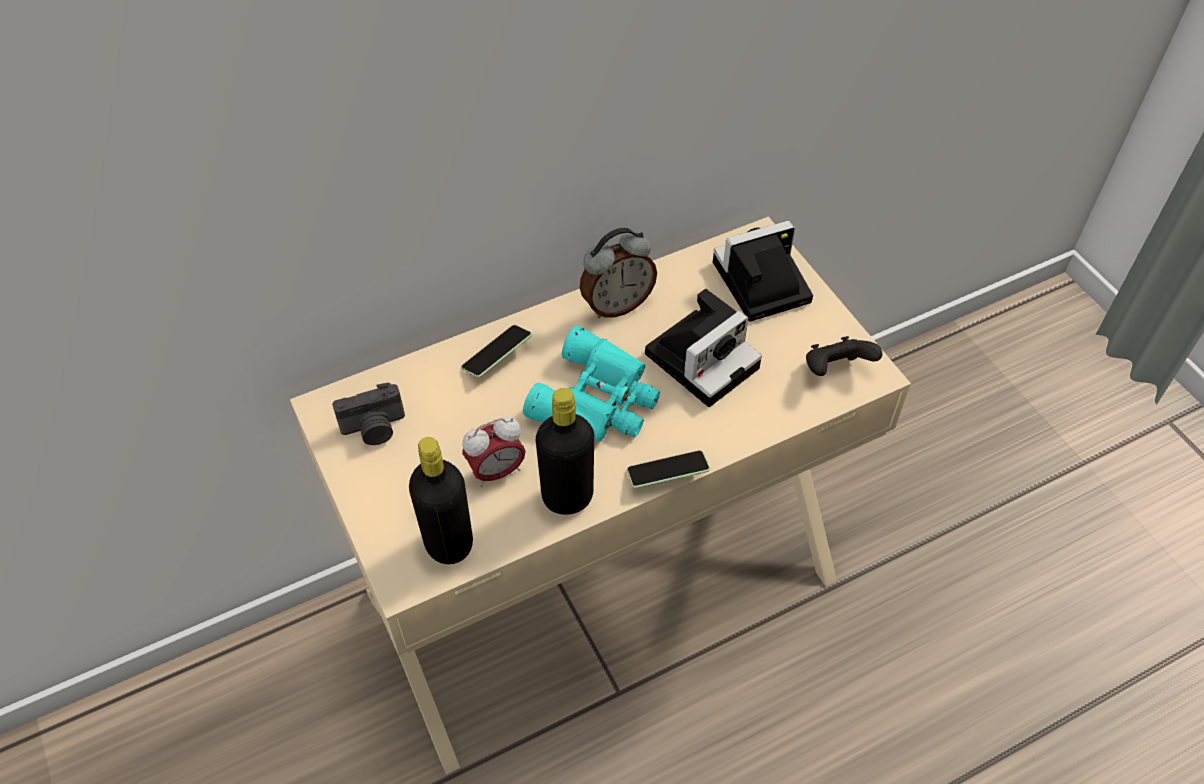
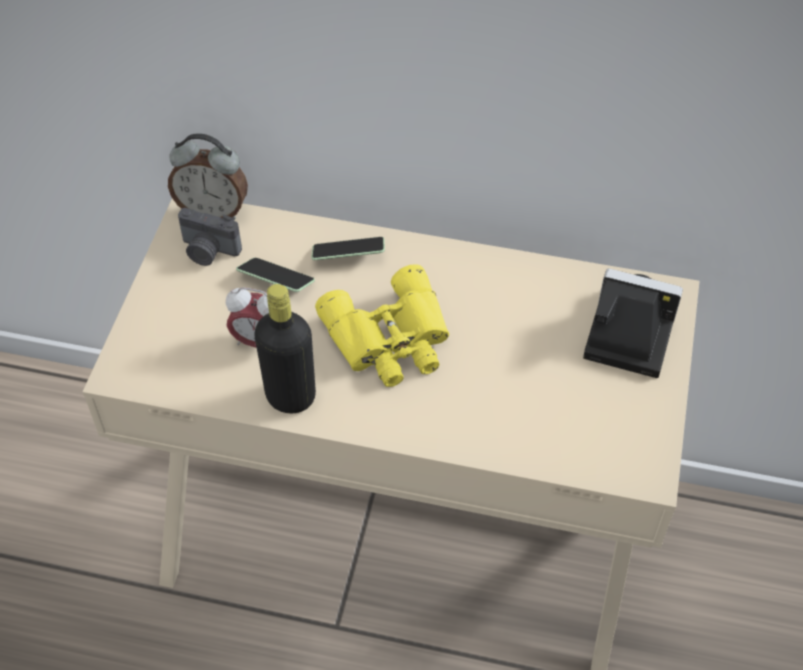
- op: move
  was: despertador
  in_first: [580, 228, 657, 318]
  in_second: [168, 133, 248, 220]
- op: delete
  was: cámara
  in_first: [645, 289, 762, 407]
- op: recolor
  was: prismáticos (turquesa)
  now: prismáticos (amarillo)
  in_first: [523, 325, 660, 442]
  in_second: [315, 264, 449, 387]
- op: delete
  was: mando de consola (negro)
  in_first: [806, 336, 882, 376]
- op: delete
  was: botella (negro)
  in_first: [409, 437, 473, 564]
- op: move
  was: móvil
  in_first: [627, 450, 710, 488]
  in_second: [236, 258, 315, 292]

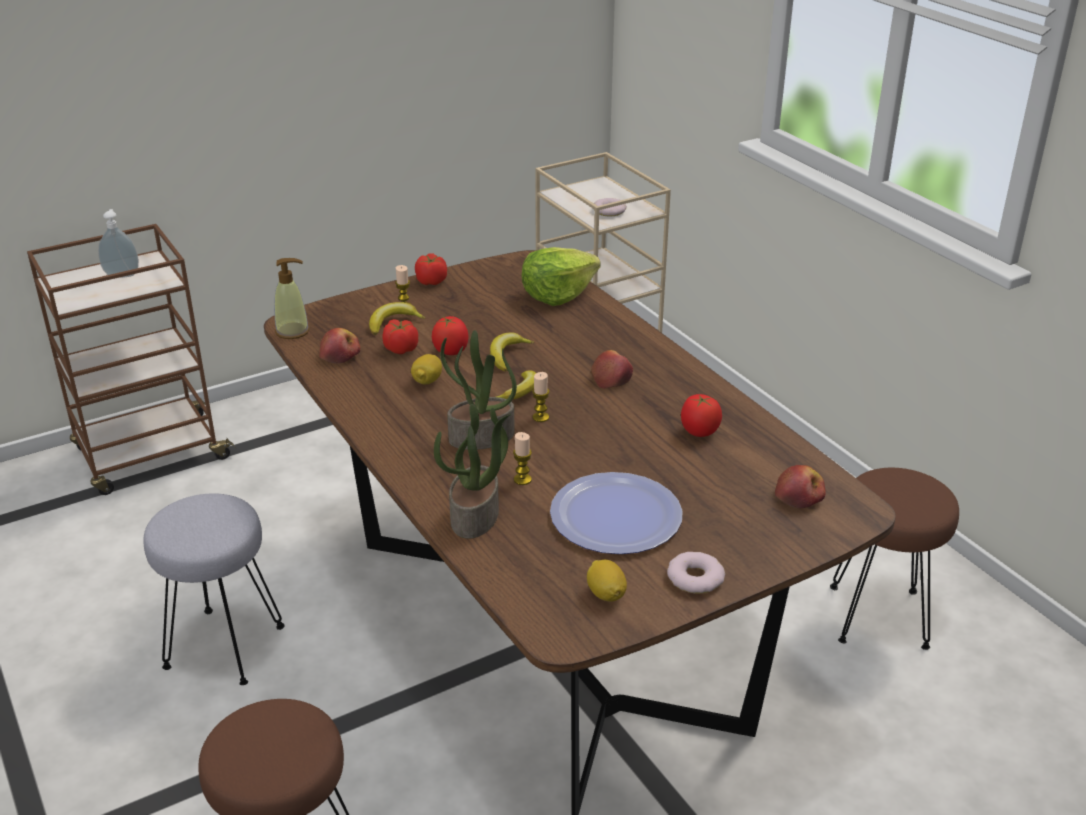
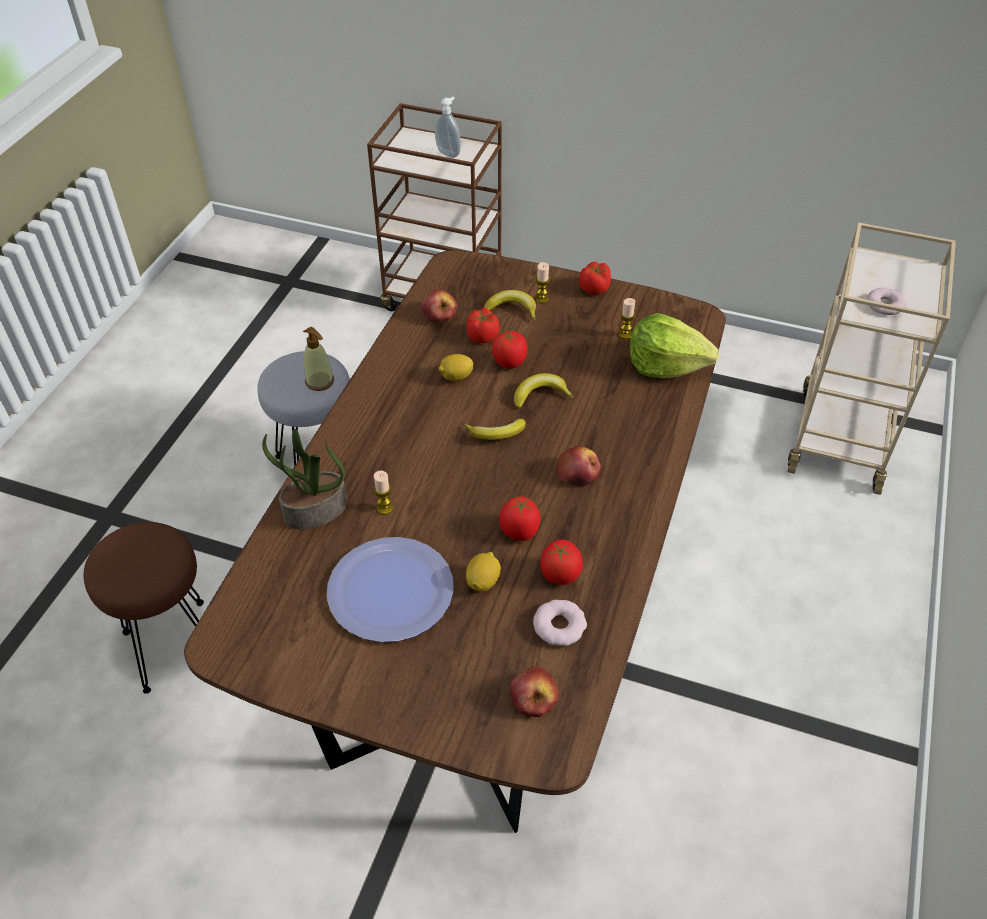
- op: move
  was: dispensador de jabón
  in_first: [274, 258, 310, 339]
  in_second: [303, 326, 334, 391]
- op: delete
  was: planta en maceta
  in_first: [440, 330, 517, 450]
- op: move
  was: vela
  in_first: [532, 372, 549, 422]
  in_second: [618, 298, 635, 339]
- op: delete
  was: taburete (marrón)
  in_first: [830, 468, 959, 650]
- op: move
  was: rosquilla
  in_first: [667, 552, 725, 594]
  in_second: [533, 600, 587, 646]
- op: move
  was: limón
  in_first: [587, 560, 627, 602]
  in_second: [466, 552, 501, 592]
- op: insert
  now: tomate
  in_second: [499, 496, 540, 541]

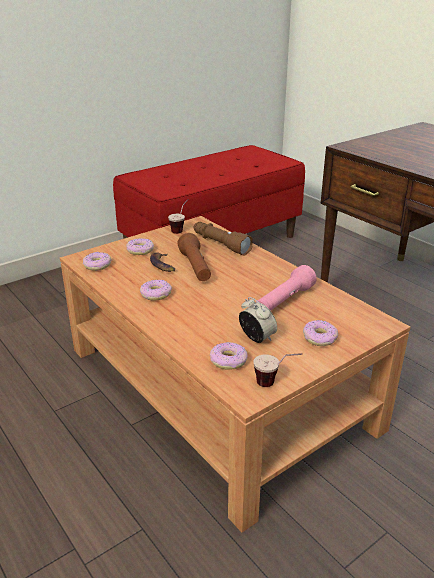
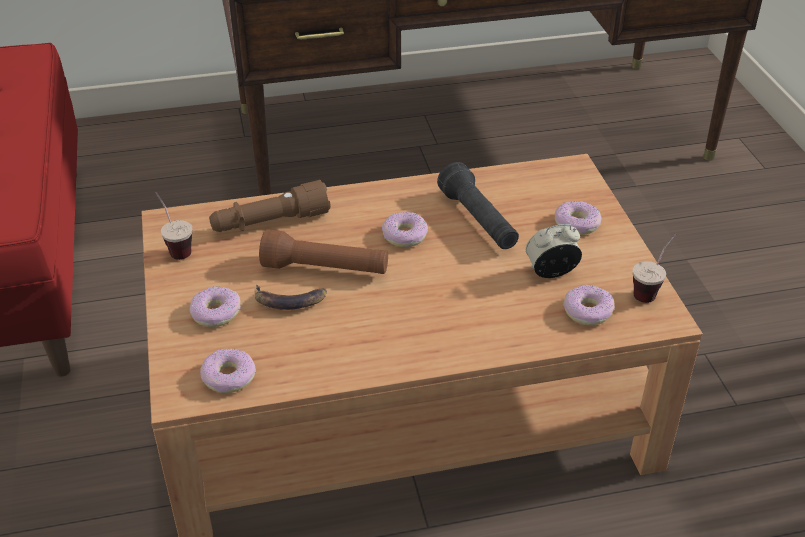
- op: recolor
  was: linterna (rosa)
  now: linterna (negro)
  in_first: [256, 265, 317, 311]
  in_second: [437, 162, 519, 249]
- op: move
  was: rosquilla
  in_first: [140, 280, 172, 300]
  in_second: [382, 212, 428, 247]

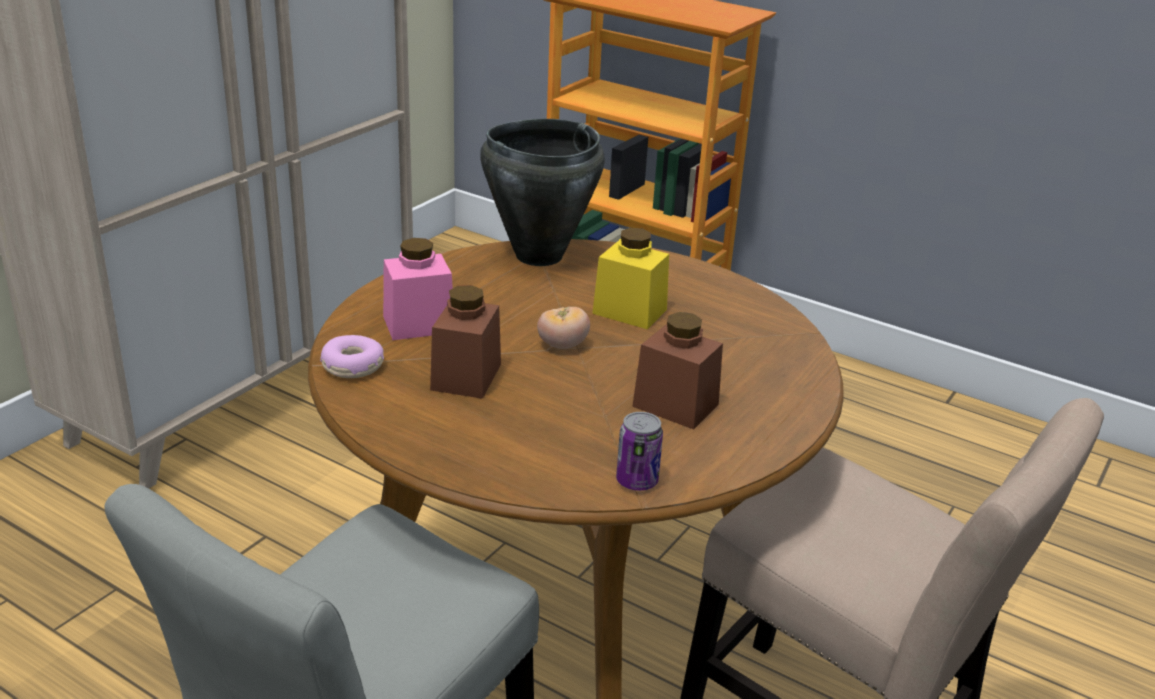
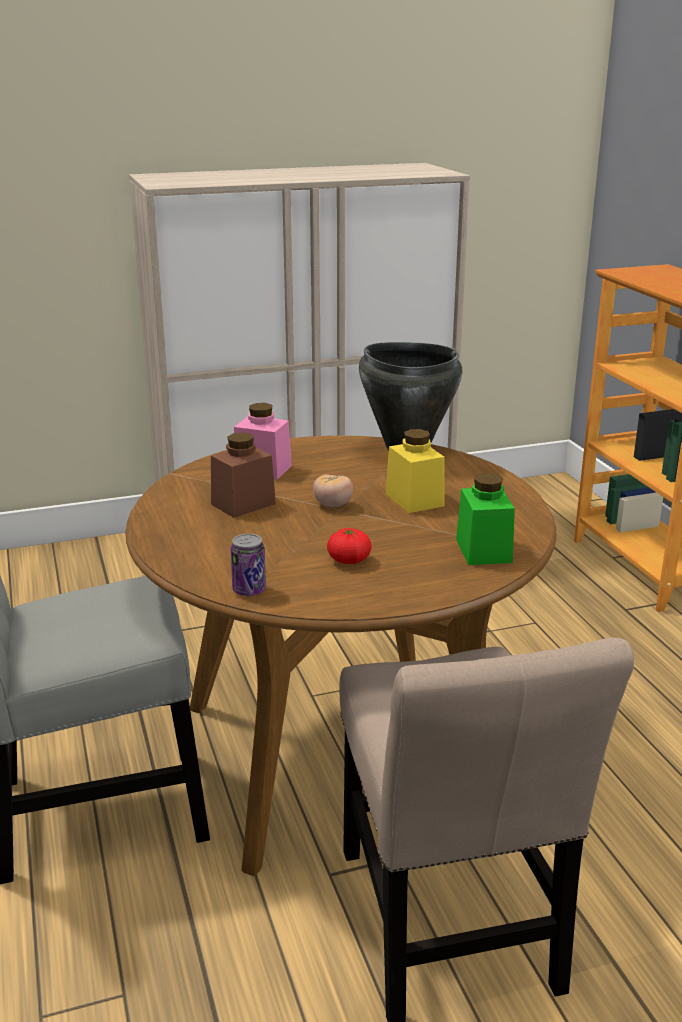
- op: replace
  was: tarro (marrón)
  now: tomate
  in_first: [632, 312, 723, 429]
  in_second: [327, 528, 372, 564]
- op: delete
  was: rosquilla
  in_first: [320, 335, 384, 378]
- op: insert
  now: tarro (verde)
  in_second: [456, 473, 515, 565]

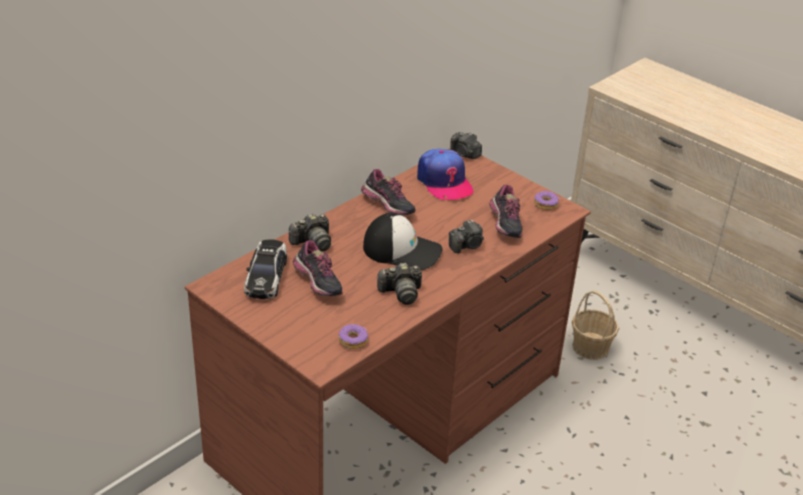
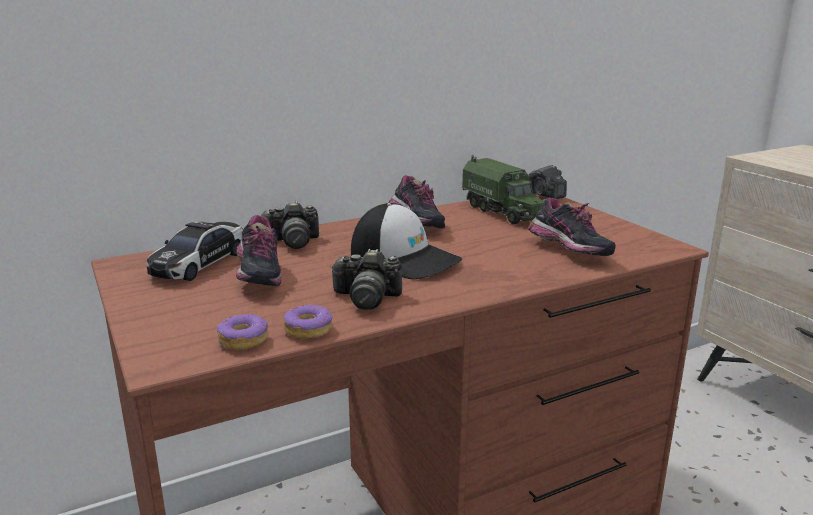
- op: replace
  was: gorra
  now: camión de juguete
  in_first: [417, 149, 474, 200]
  in_second: [461, 155, 546, 224]
- op: rotate
  was: zapato
  in_first: [489, 185, 522, 238]
  in_second: [528, 197, 616, 256]
  clockwise: -45
- op: move
  was: rosquilla
  in_first: [534, 191, 559, 210]
  in_second: [284, 305, 333, 339]
- op: delete
  was: cámara
  in_first: [449, 220, 484, 254]
- op: delete
  was: cesta
  in_first: [572, 290, 619, 360]

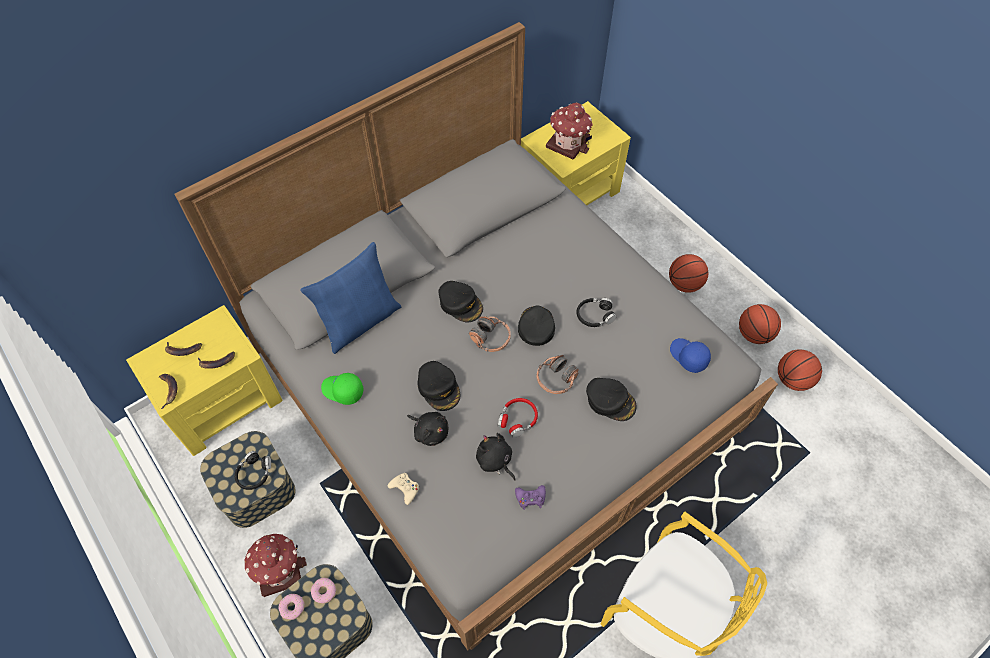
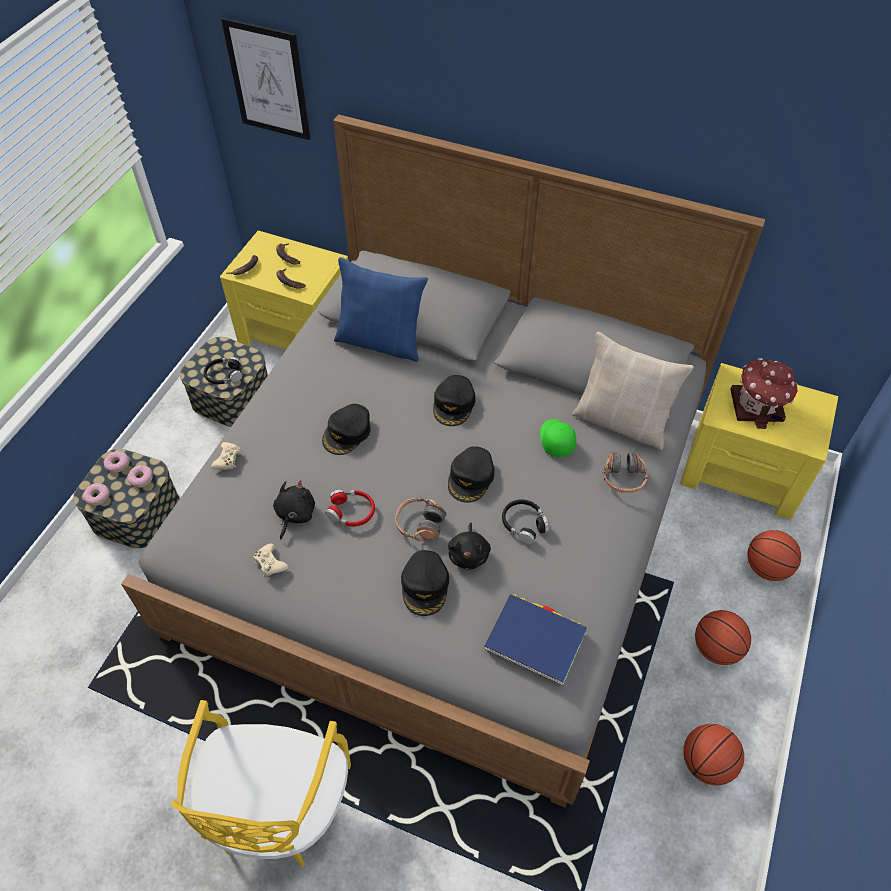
- op: rotate
  was: gorra (negro)
  in_first: [518, 306, 555, 346]
  in_second: [448, 446, 495, 503]
  clockwise: 135
- op: move
  was: auriculares
  in_first: [469, 316, 511, 352]
  in_second: [603, 452, 648, 493]
- op: replace
  was: gorra (azul)
  now: libro (azul)
  in_first: [670, 338, 711, 373]
  in_second: [484, 594, 587, 685]
- op: move
  was: balón de baloncesto
  in_first: [778, 349, 822, 391]
  in_second: [748, 530, 801, 581]
- op: move
  was: gorra (verde)
  in_first: [321, 373, 364, 405]
  in_second: [540, 419, 576, 457]
- op: move
  was: peluche (negro)
  in_first: [407, 412, 448, 446]
  in_second: [448, 523, 491, 570]
- op: recolor
  was: mando de consola (morado)
  now: mando de consola (beis)
  in_first: [515, 485, 546, 510]
  in_second: [253, 543, 288, 577]
- op: delete
  was: casita
  in_first: [245, 534, 307, 597]
- op: insert
  now: cuadro
  in_second: [221, 18, 310, 140]
- op: insert
  now: cojín (beis)
  in_second: [572, 332, 694, 450]
- op: insert
  now: rosquilla
  in_second: [83, 483, 110, 506]

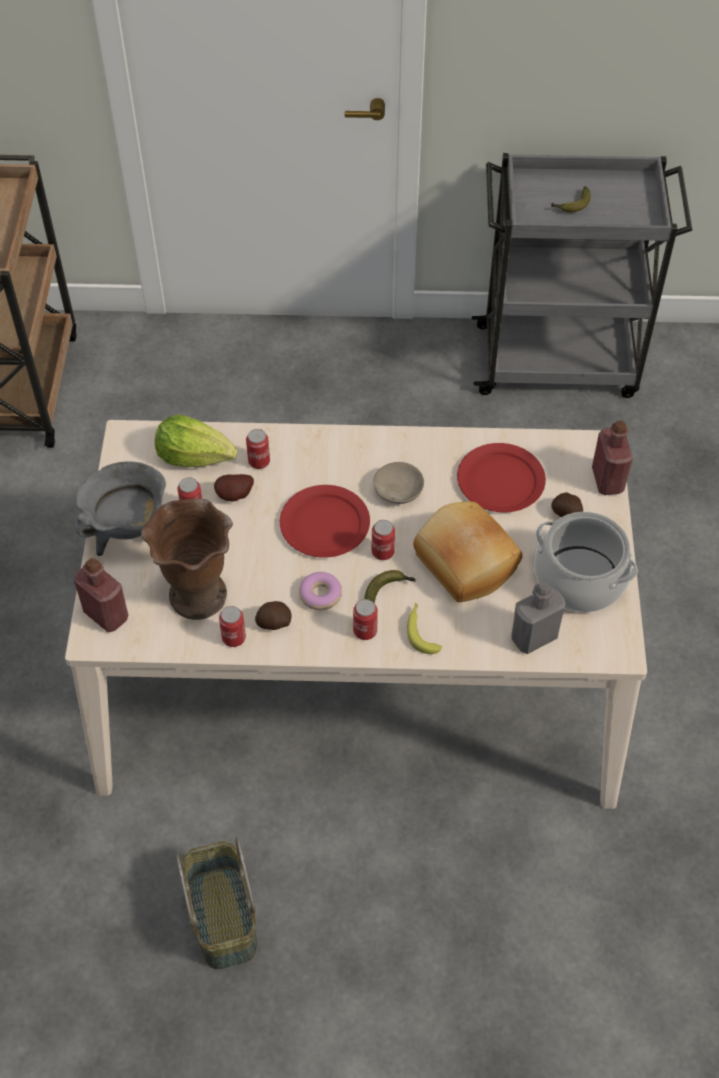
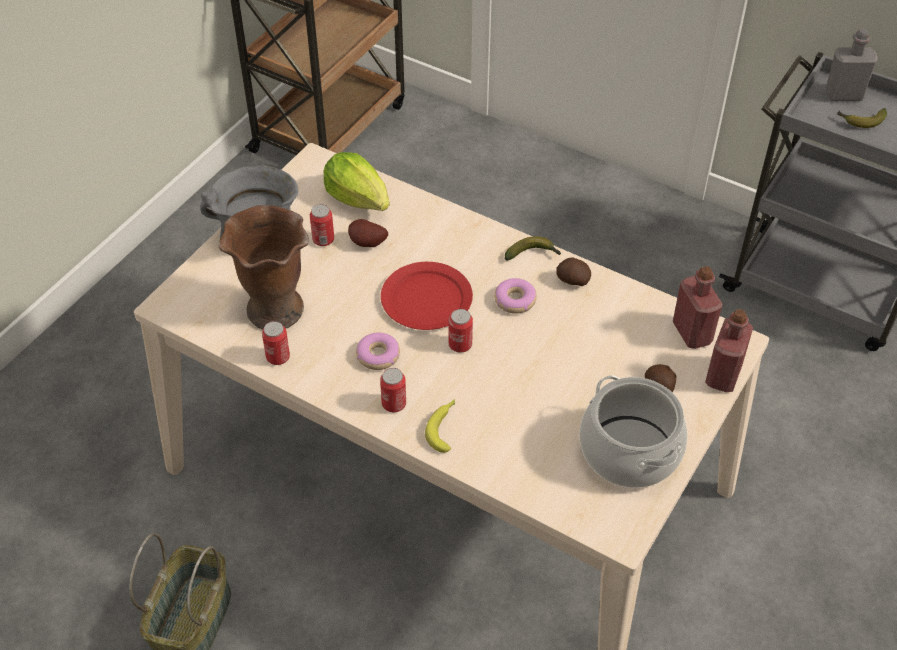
- op: delete
  was: lata
  in_first: [246, 429, 270, 469]
- op: delete
  was: plato (rojo)
  in_first: [457, 443, 546, 513]
- op: replace
  was: cuenco (beis)
  now: rosquilla
  in_first: [373, 462, 424, 504]
  in_second: [494, 278, 537, 314]
- op: delete
  was: pan
  in_first: [413, 502, 522, 602]
- op: move
  was: botella (rojo)
  in_first: [74, 558, 128, 632]
  in_second: [673, 266, 723, 349]
- op: move
  was: plátano
  in_first: [364, 570, 416, 603]
  in_second: [505, 236, 561, 261]
- op: move
  was: botella (gris)
  in_first: [512, 581, 566, 654]
  in_second: [825, 29, 878, 101]
- op: move
  was: patata
  in_first: [255, 601, 292, 630]
  in_second: [556, 257, 591, 286]

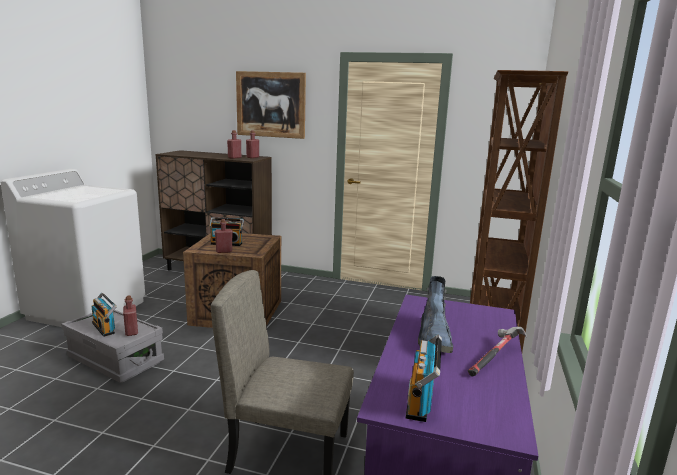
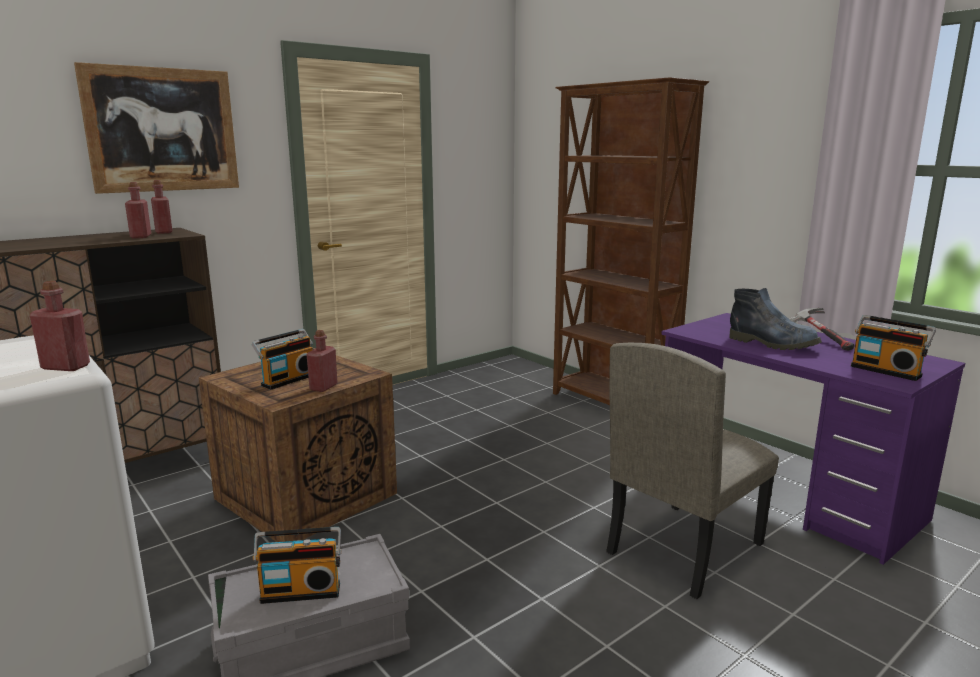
- op: move
  was: botella (rojo)
  in_first: [123, 295, 138, 336]
  in_second: [30, 281, 90, 371]

